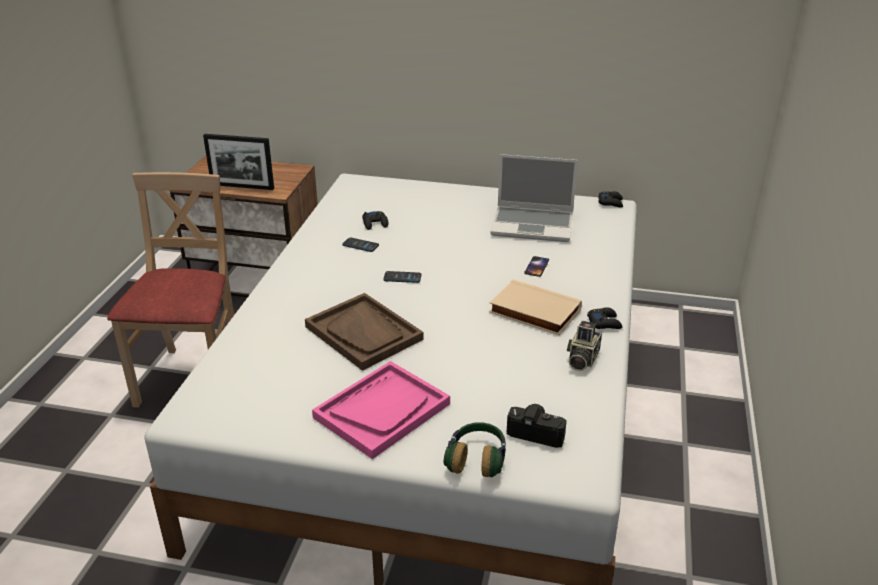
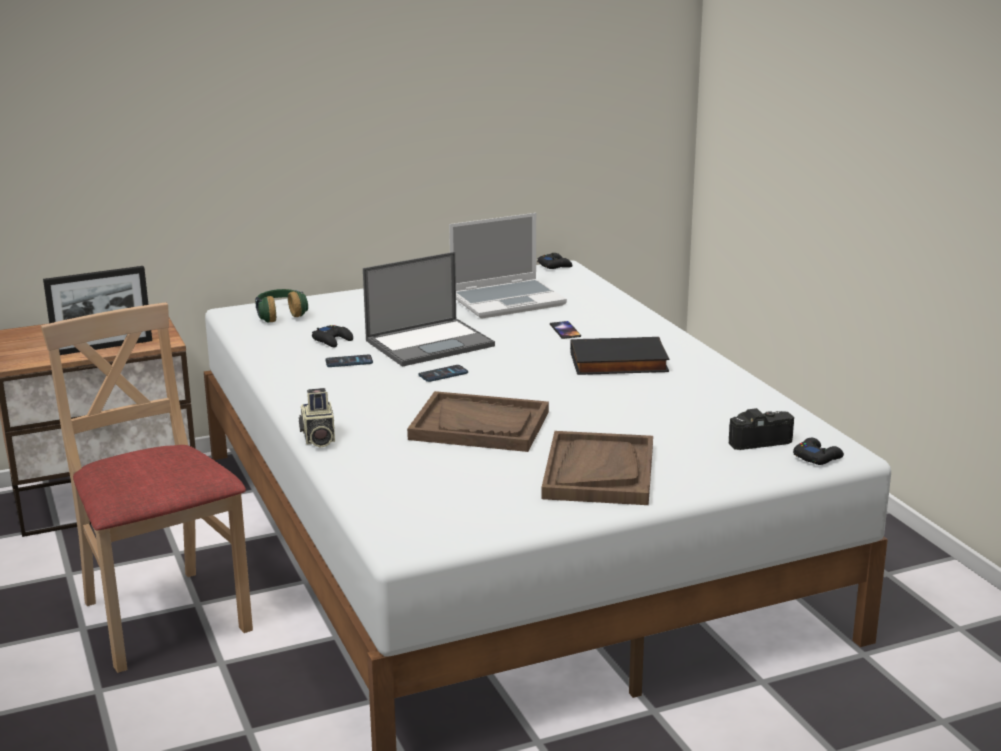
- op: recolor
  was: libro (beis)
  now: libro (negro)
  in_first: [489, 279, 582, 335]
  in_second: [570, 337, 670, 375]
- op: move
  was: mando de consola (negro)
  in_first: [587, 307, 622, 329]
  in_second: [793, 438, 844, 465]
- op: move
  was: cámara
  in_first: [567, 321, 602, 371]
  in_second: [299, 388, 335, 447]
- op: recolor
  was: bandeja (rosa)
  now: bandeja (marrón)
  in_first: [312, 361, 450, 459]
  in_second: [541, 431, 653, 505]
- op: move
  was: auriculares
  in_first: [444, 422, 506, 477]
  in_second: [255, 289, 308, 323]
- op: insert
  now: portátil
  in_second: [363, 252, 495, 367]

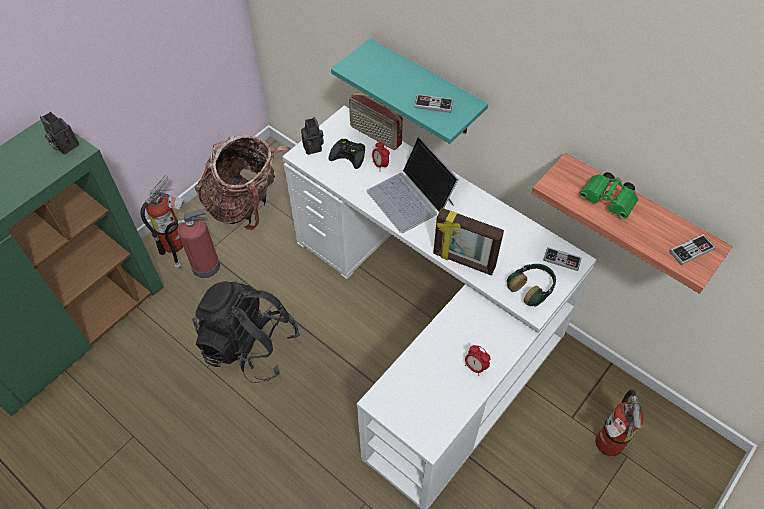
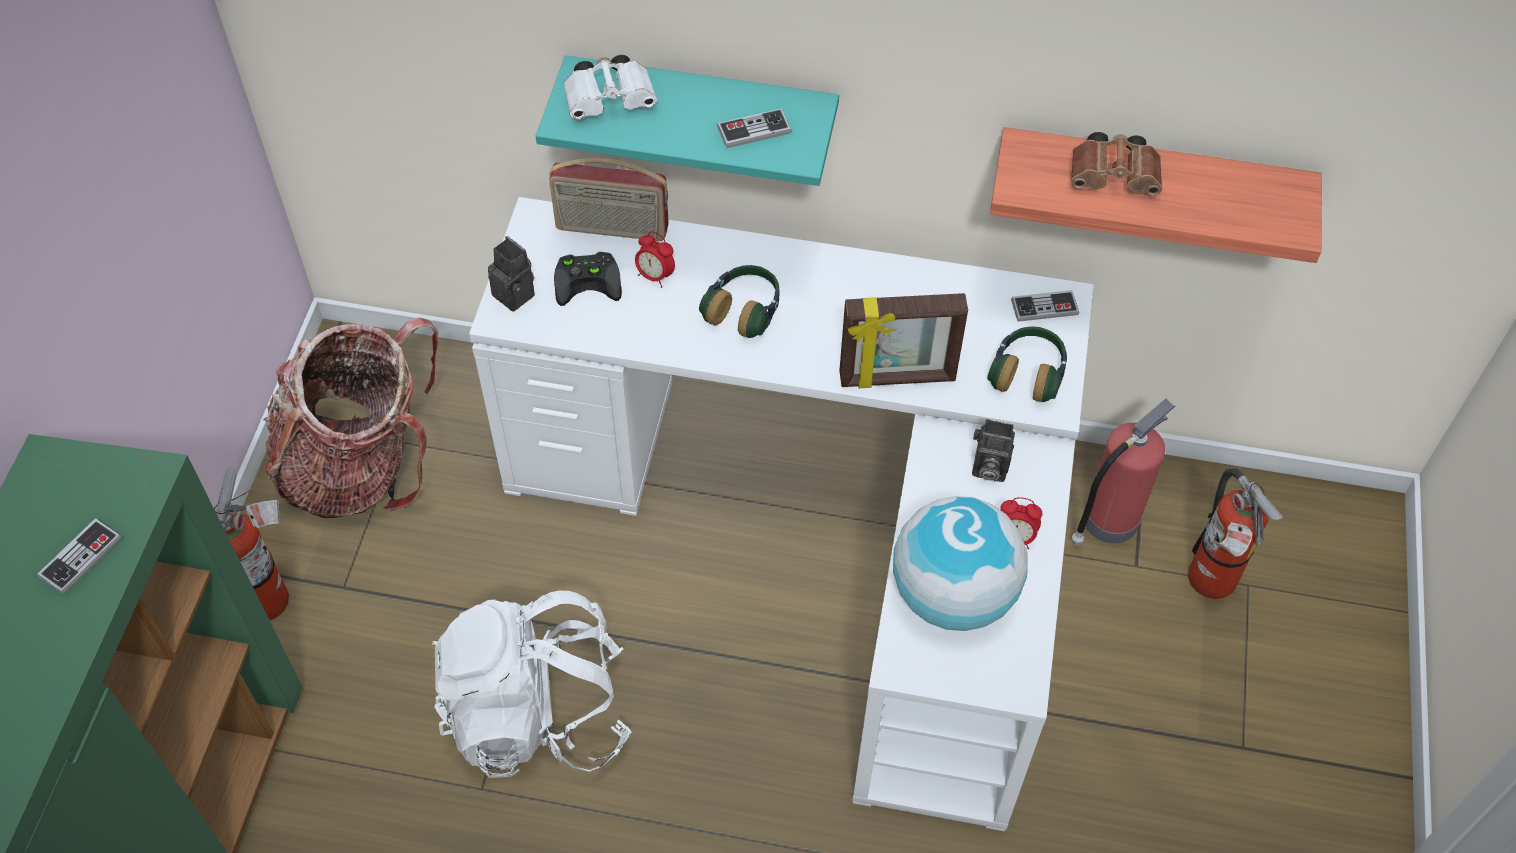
- op: move
  was: cámara
  in_first: [40, 112, 79, 154]
  in_second: [972, 419, 1015, 482]
- op: replace
  was: portátil
  now: auriculares
  in_first: [367, 136, 459, 233]
  in_second: [699, 265, 779, 338]
- op: recolor
  was: prismáticos (verde)
  now: prismáticos (marrón)
  in_first: [579, 172, 638, 219]
  in_second: [1071, 132, 1162, 196]
- op: move
  was: extintor
  in_first: [165, 209, 220, 278]
  in_second: [1072, 399, 1175, 546]
- op: move
  was: mando de consola
  in_first: [669, 234, 715, 265]
  in_second: [37, 518, 122, 595]
- op: recolor
  was: mochila (negro)
  now: mochila (blanco)
  in_first: [192, 281, 300, 383]
  in_second: [432, 591, 631, 778]
- op: insert
  now: prismáticos (blanco)
  in_second: [563, 55, 657, 120]
- op: insert
  now: globo terráqueo
  in_second: [893, 496, 1027, 631]

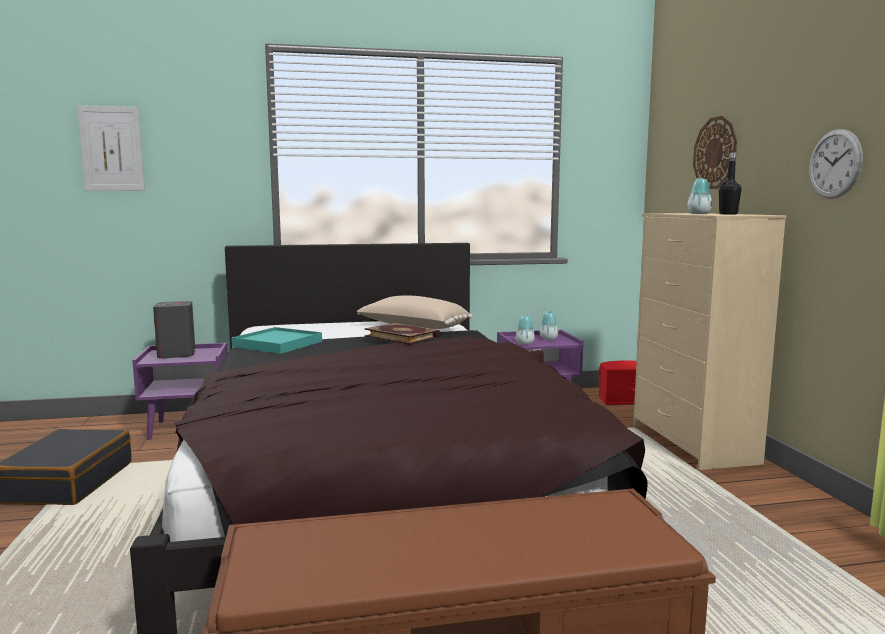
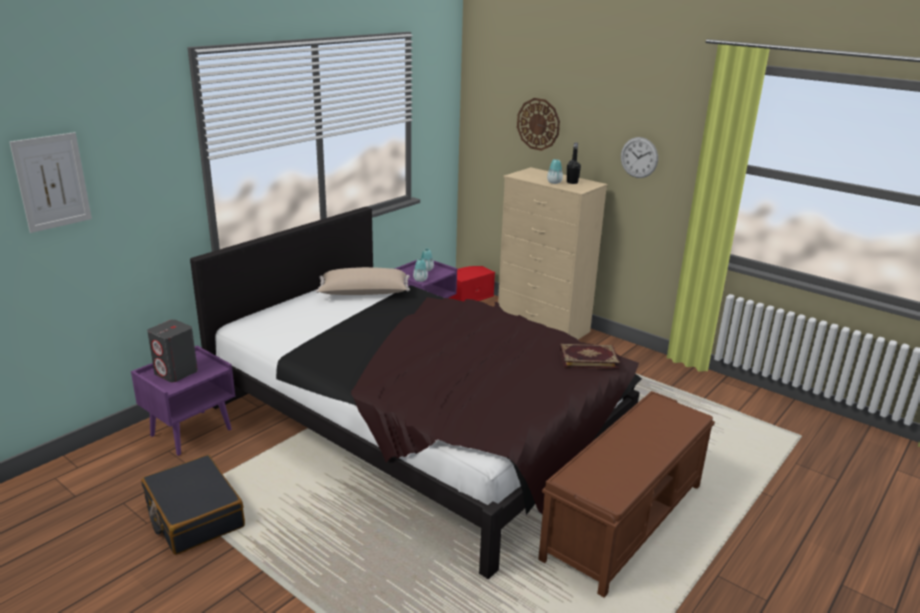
- op: move
  was: libro
  in_first: [364, 323, 440, 345]
  in_second: [560, 344, 620, 369]
- op: delete
  was: bandeja (turquesa)
  in_first: [231, 327, 322, 354]

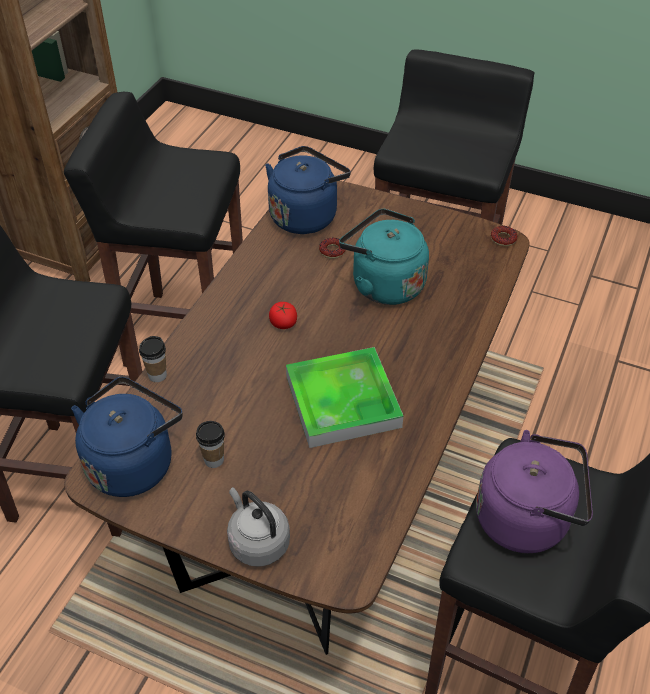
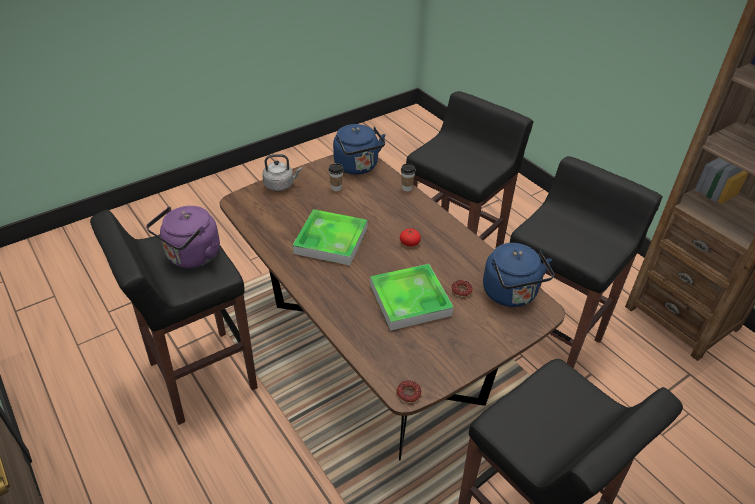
- op: replace
  was: hervidor (turquesa)
  now: bandeja
  in_first: [339, 209, 429, 305]
  in_second: [370, 264, 454, 331]

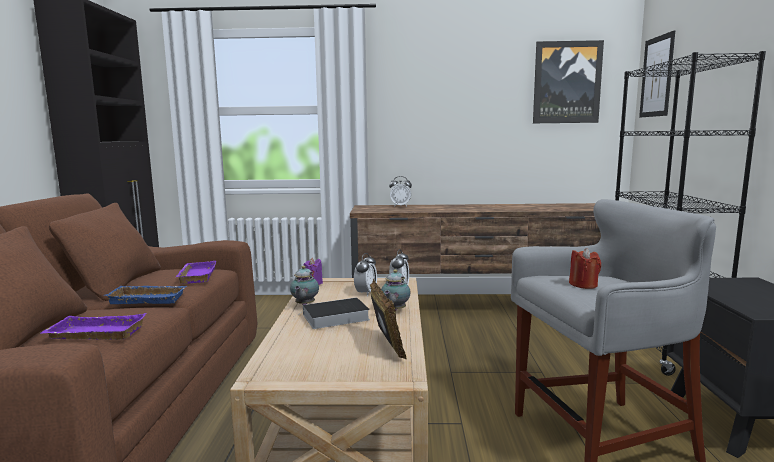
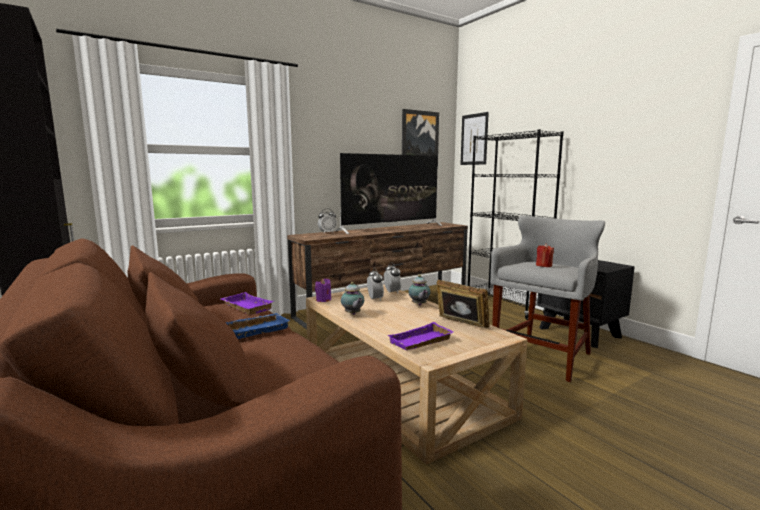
- op: delete
  was: libro
  in_first: [299, 297, 370, 329]
- op: move
  was: bandeja (morado)
  in_first: [41, 313, 147, 340]
  in_second: [388, 322, 453, 350]
- op: insert
  now: televisor
  in_second: [335, 153, 442, 234]

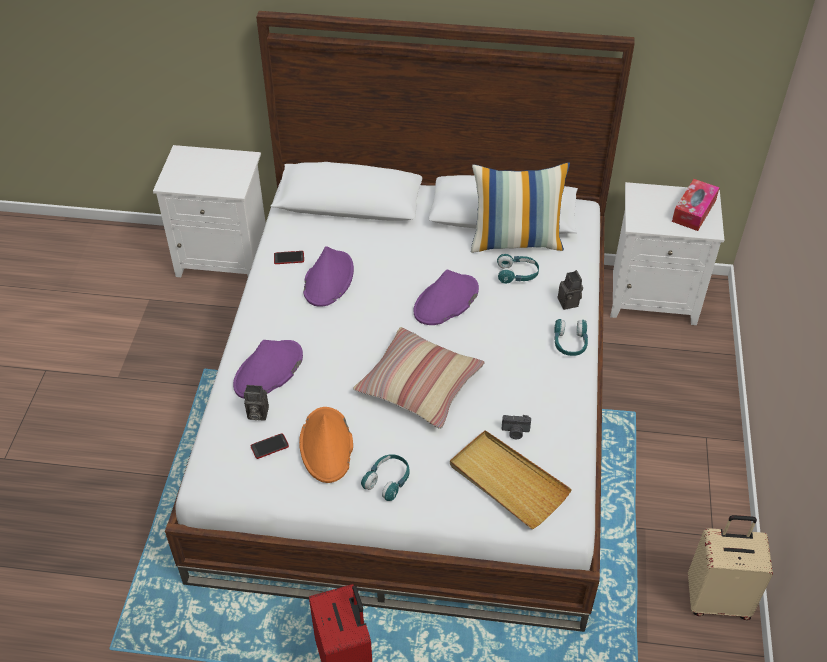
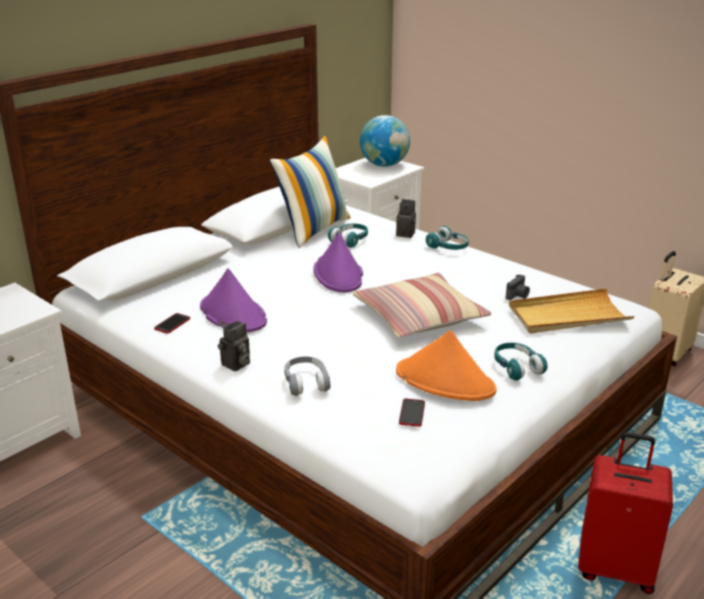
- op: replace
  was: caja de pañuelos
  now: globo terráqueo
  in_first: [672, 179, 720, 231]
  in_second: [360, 115, 410, 167]
- op: replace
  was: sombrero (morado)
  now: auriculares (gris)
  in_first: [233, 340, 303, 399]
  in_second: [284, 357, 331, 396]
- op: move
  was: cámara
  in_first: [244, 385, 269, 421]
  in_second: [218, 321, 250, 371]

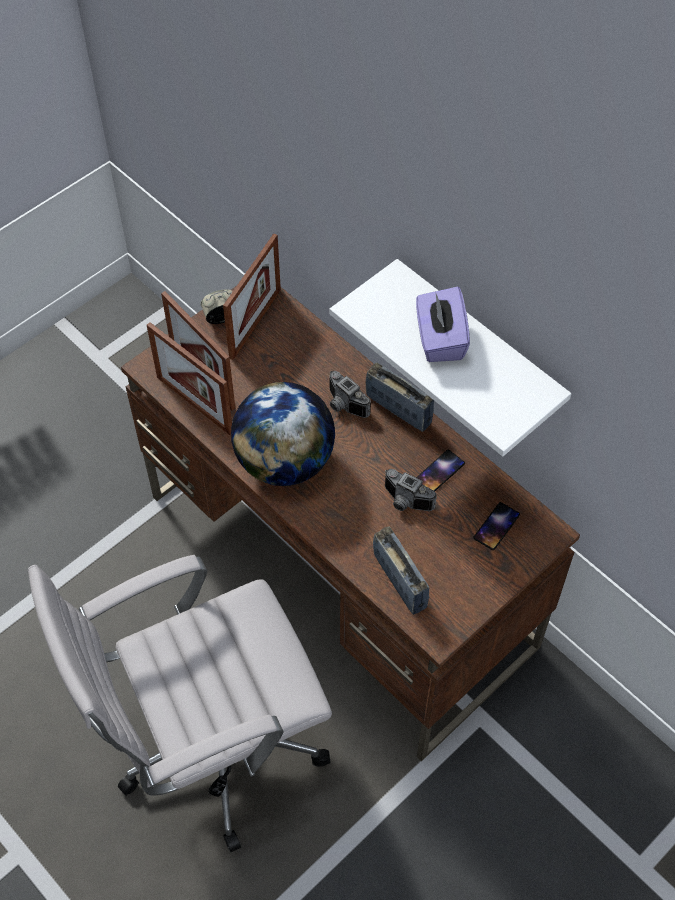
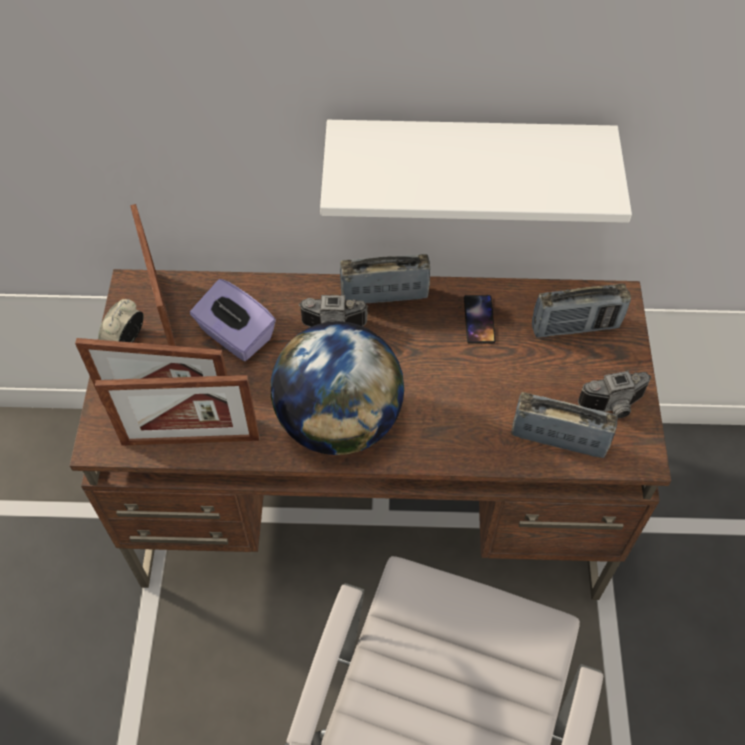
- op: move
  was: caja de pañuelos (morado)
  in_first: [416, 287, 470, 362]
  in_second: [190, 279, 276, 361]
- op: move
  was: cámara
  in_first: [385, 469, 437, 511]
  in_second: [578, 371, 651, 418]
- op: replace
  was: móvil
  now: radio
  in_first: [473, 502, 520, 550]
  in_second: [532, 284, 631, 338]

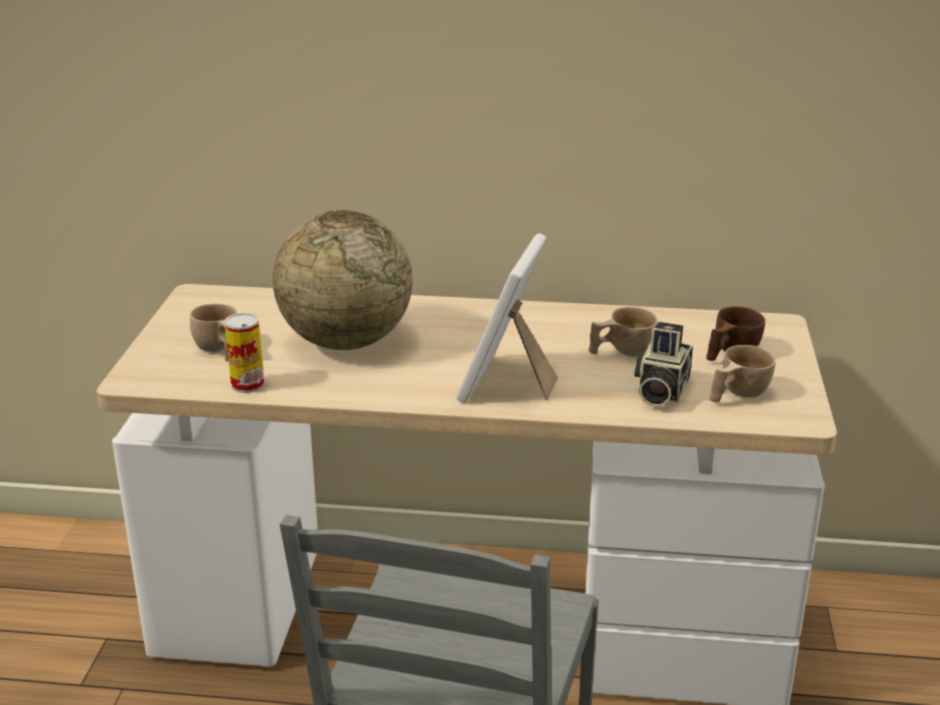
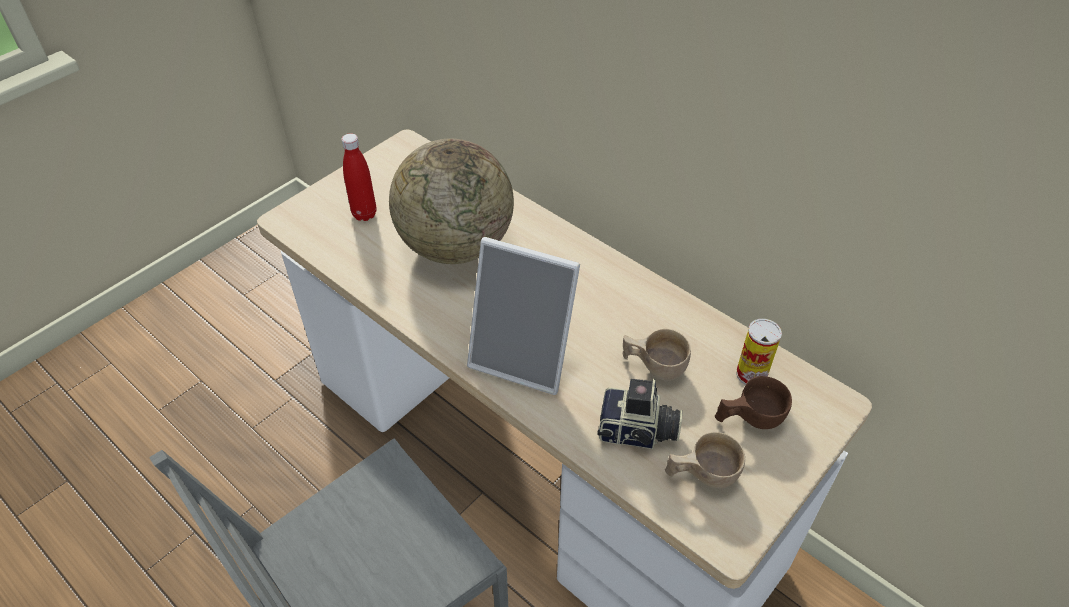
- op: rotate
  was: portarretratos
  in_first: [456, 233, 558, 403]
  in_second: [467, 237, 580, 395]
  clockwise: -120
- op: replace
  was: taza (beis)
  now: botella (rojo)
  in_first: [190, 304, 237, 362]
  in_second: [342, 133, 376, 221]
- op: move
  was: lata
  in_first: [225, 313, 265, 393]
  in_second: [736, 319, 782, 385]
- op: rotate
  was: cámara
  in_first: [634, 322, 693, 407]
  in_second: [597, 379, 682, 449]
  clockwise: -135

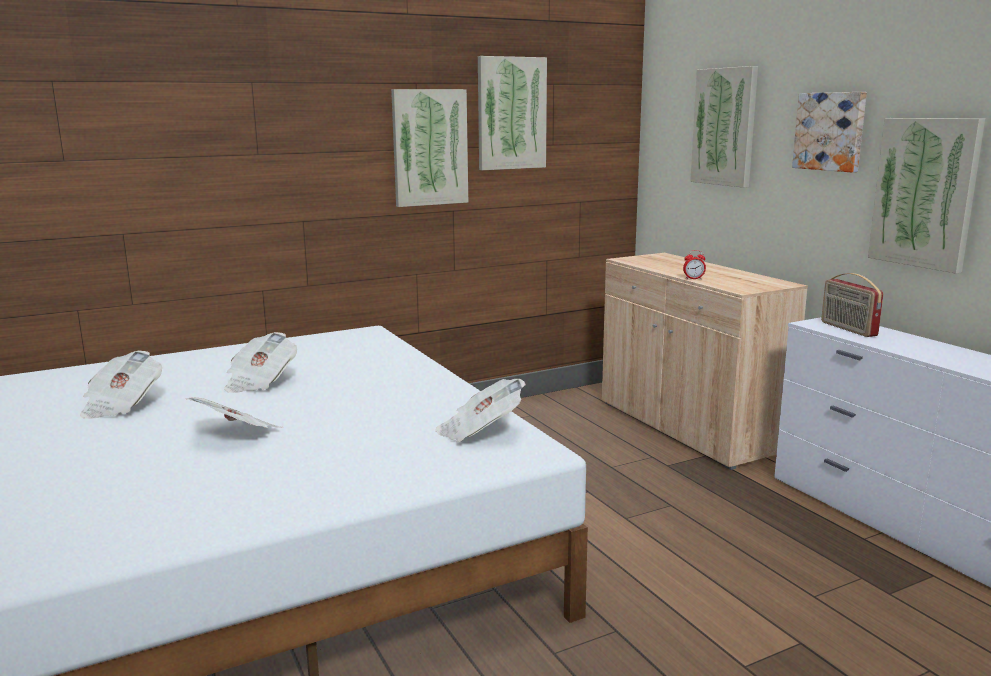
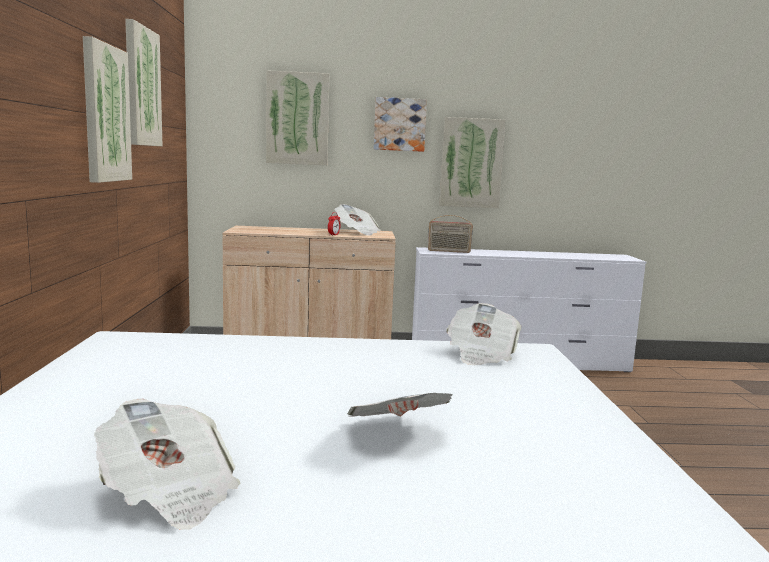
- op: move
  was: periódico
  in_first: [224, 332, 297, 393]
  in_second: [335, 204, 381, 236]

